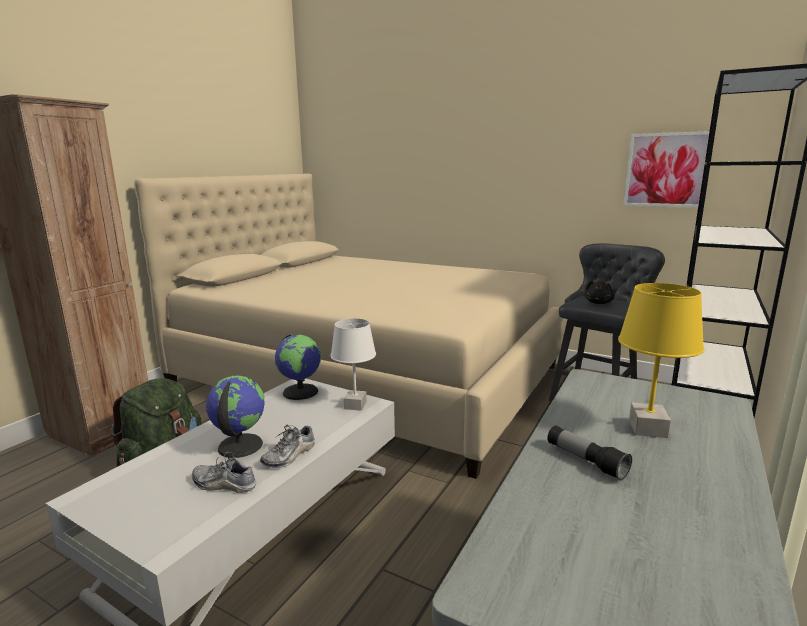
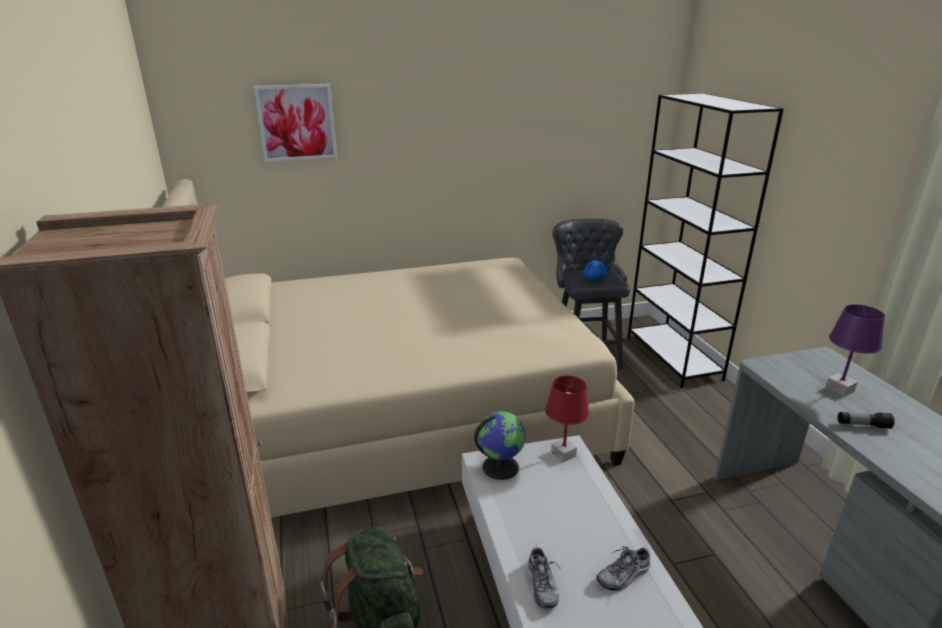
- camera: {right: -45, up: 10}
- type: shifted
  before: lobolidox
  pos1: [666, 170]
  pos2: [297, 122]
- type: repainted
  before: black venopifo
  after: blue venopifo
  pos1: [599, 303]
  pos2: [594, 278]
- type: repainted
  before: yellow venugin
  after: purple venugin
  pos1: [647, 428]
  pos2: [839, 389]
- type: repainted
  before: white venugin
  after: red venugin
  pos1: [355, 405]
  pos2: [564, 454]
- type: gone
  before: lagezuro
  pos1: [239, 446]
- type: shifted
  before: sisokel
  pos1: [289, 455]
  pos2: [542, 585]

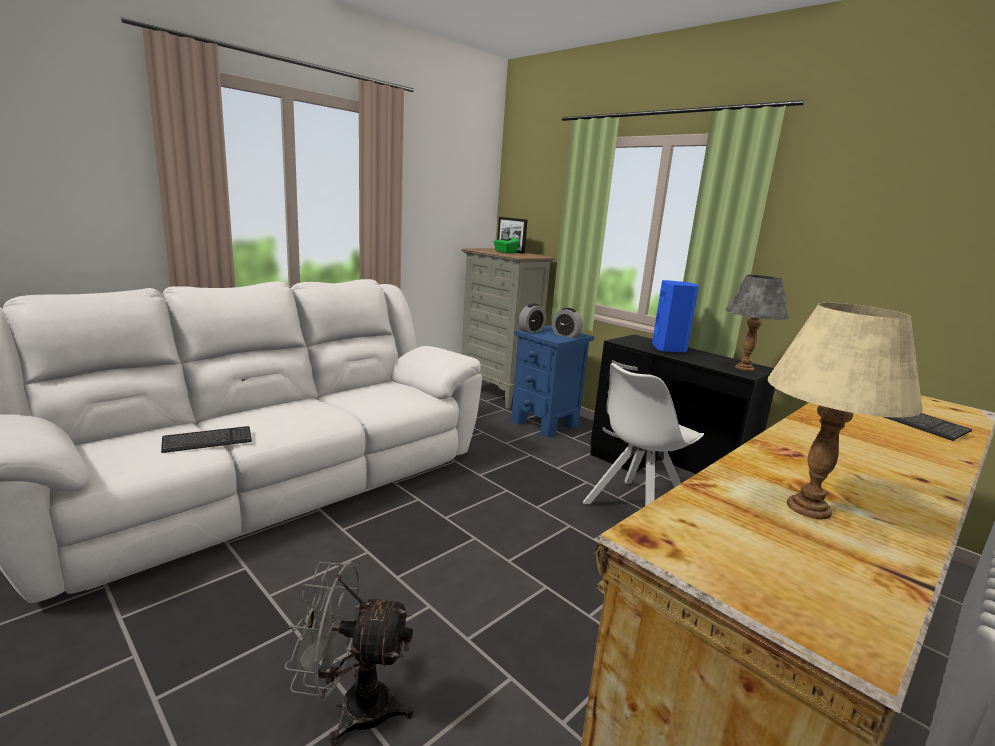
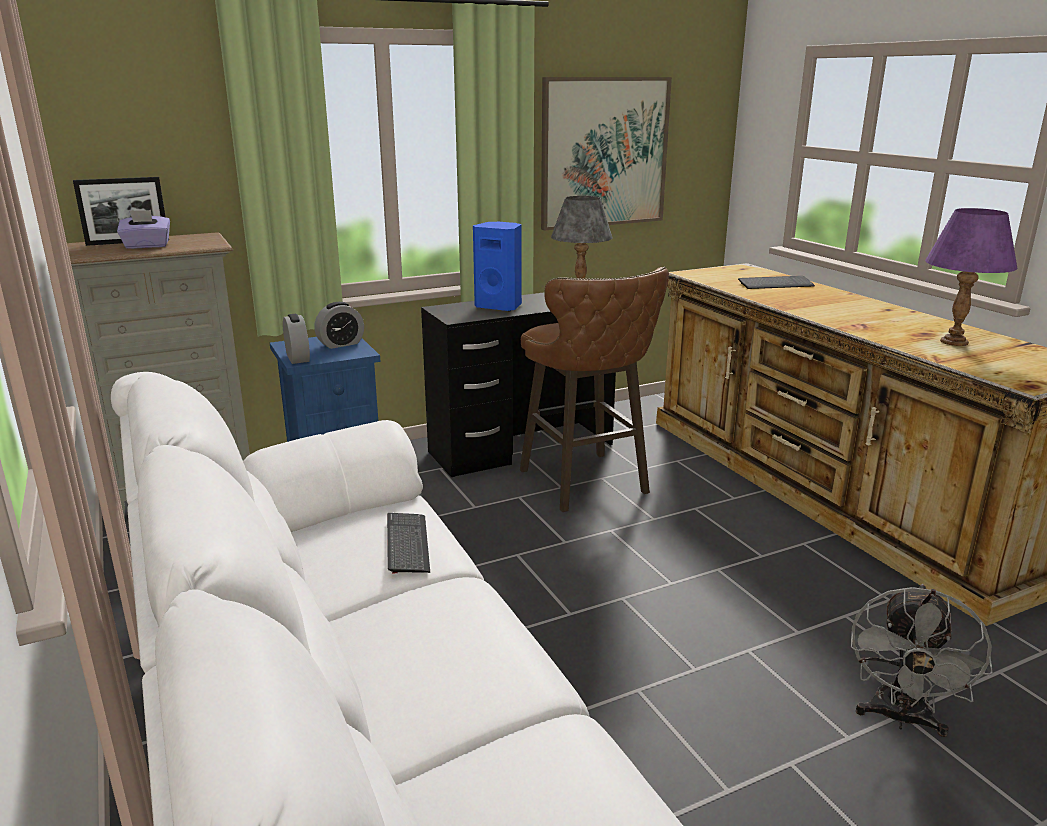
- camera: {right: -70, up: 5}
- type: repainted
  before: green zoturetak
  after: purple zoturetak
  pos1: [505, 252]
  pos2: [147, 246]
- type: repainted
  before: beige venugin
  after: purple venugin
  pos1: [809, 508]
  pos2: [953, 342]
- type: swapped
  before: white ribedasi
  after: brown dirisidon
  pos1: [635, 508]
  pos2: [586, 484]
- type: shifted
  before: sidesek
  pos1: [208, 441]
  pos2: [407, 544]
- type: new
  after: lobolidox
  pos2: [604, 153]

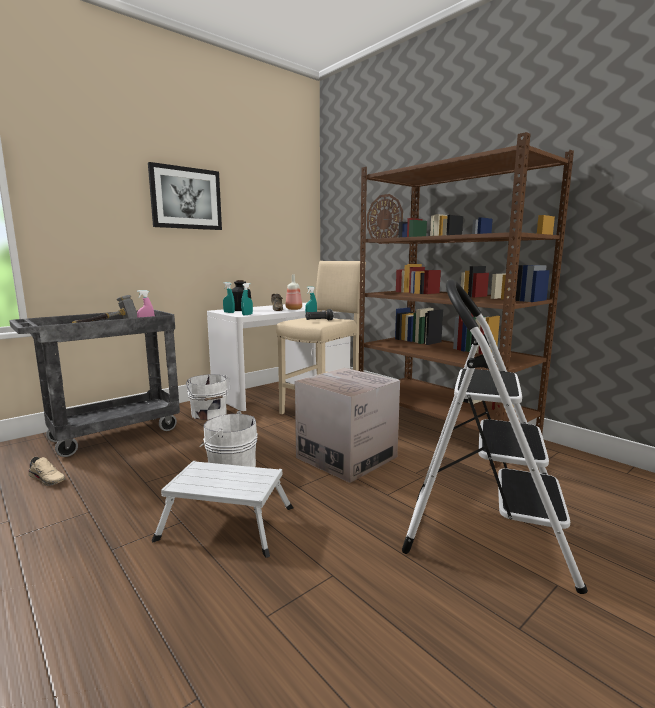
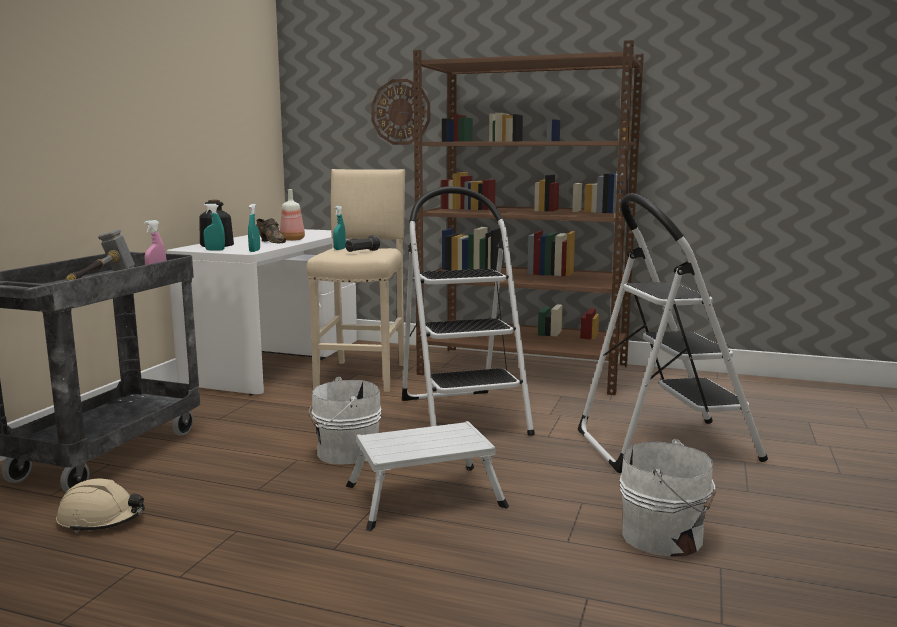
- camera: {right: -30, up: 0}
- type: gone
  before: lobolidox
  pos1: [186, 198]
- type: swapped
  before: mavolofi
  after: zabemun
  pos1: [346, 457]
  pos2: [463, 415]
- type: shifted
  before: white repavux
  pos1: [209, 414]
  pos2: [666, 537]
- type: swapped
  before: beige sisokel
  after: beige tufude
  pos1: [48, 479]
  pos2: [101, 519]

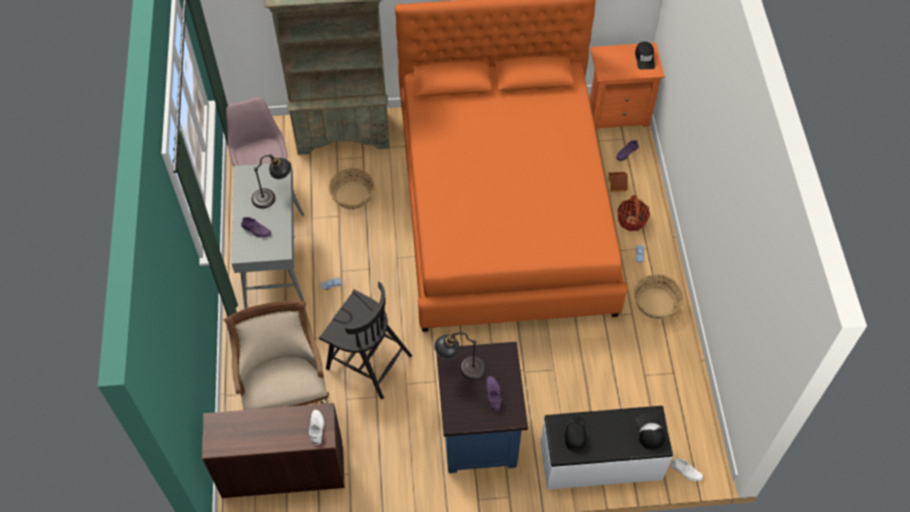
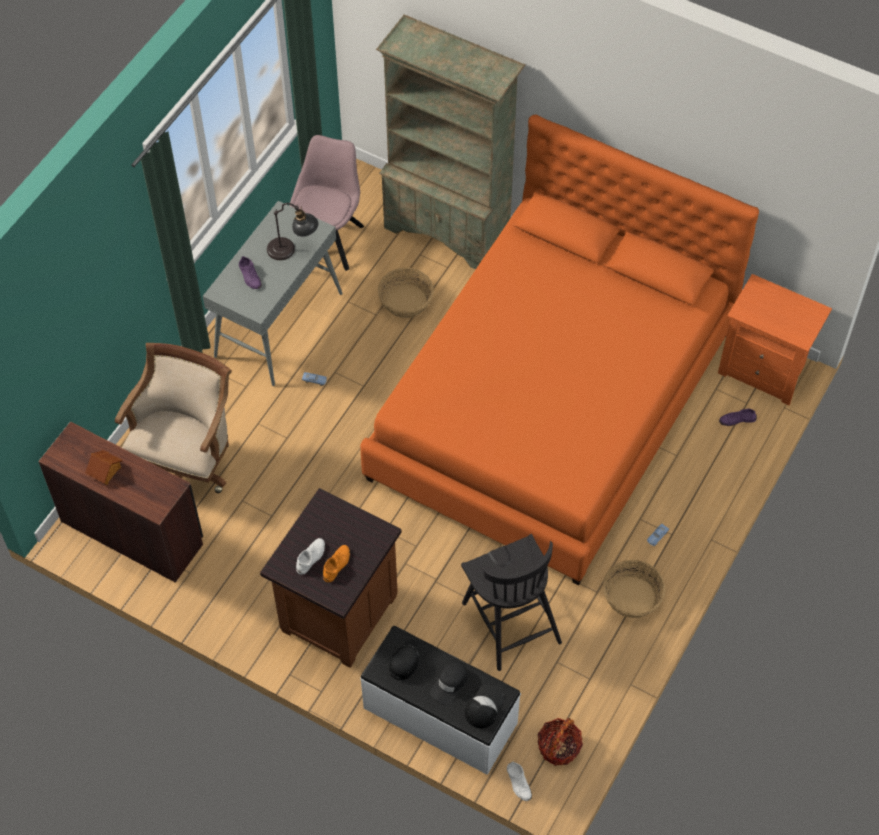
- camera: {right: 35, up: 0}
- type: shifted
  before: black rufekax
  pos1: [644, 58]
  pos2: [450, 683]
- type: shifted
  before: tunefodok
  pos1: [617, 184]
  pos2: [105, 471]
- type: shifted
  before: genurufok
  pos1: [631, 220]
  pos2: [559, 747]
- type: shifted
  before: black ribedasi
  pos1: [367, 361]
  pos2: [510, 620]
- type: gone
  before: grey venugin
  pos1: [461, 367]
- type: repainted
  before: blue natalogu
  after: brown natalogu
  pos1: [478, 438]
  pos2: [337, 616]
- type: repainted
  before: purple sisokel
  after: orange sisokel
  pos1: [493, 394]
  pos2: [336, 564]
- type: shifted
  before: white sisokel
  pos1: [316, 428]
  pos2: [311, 557]

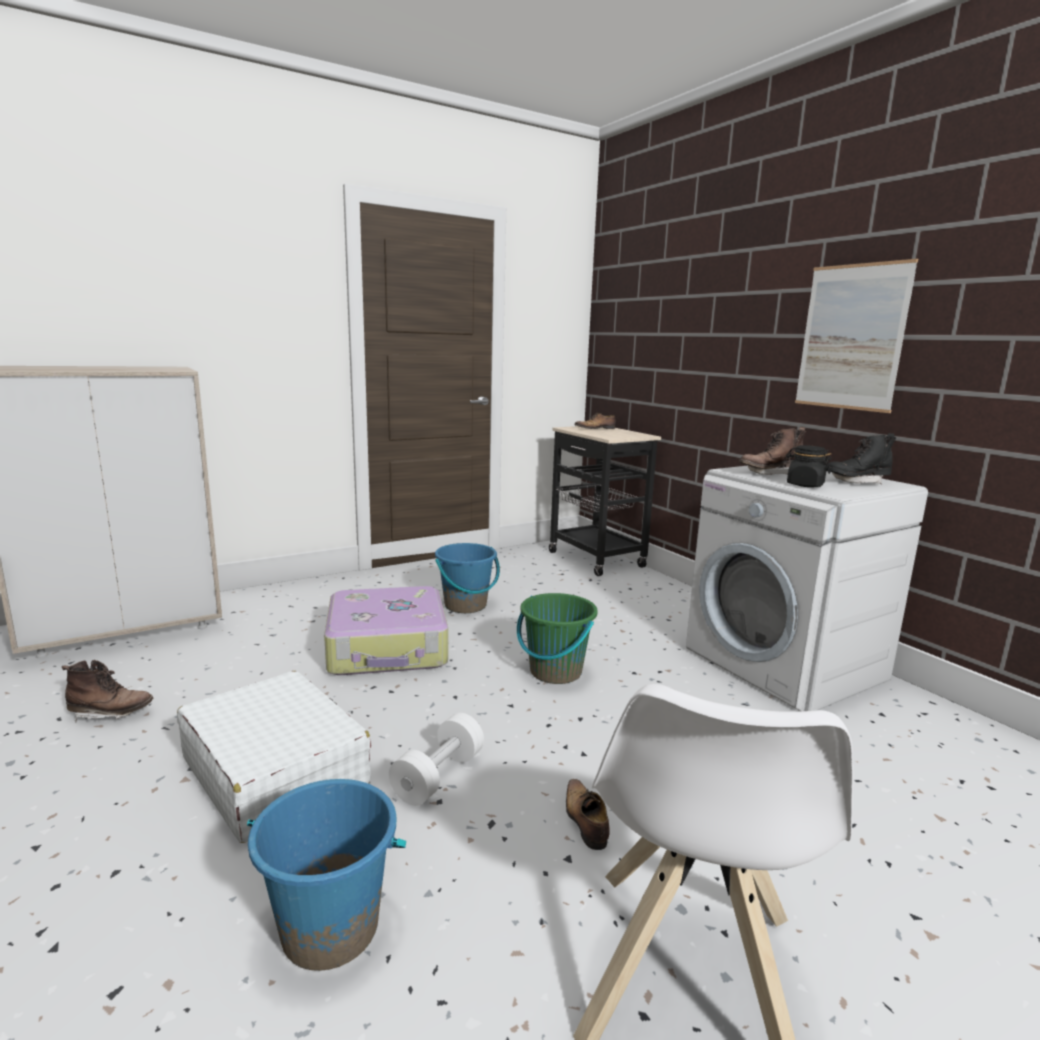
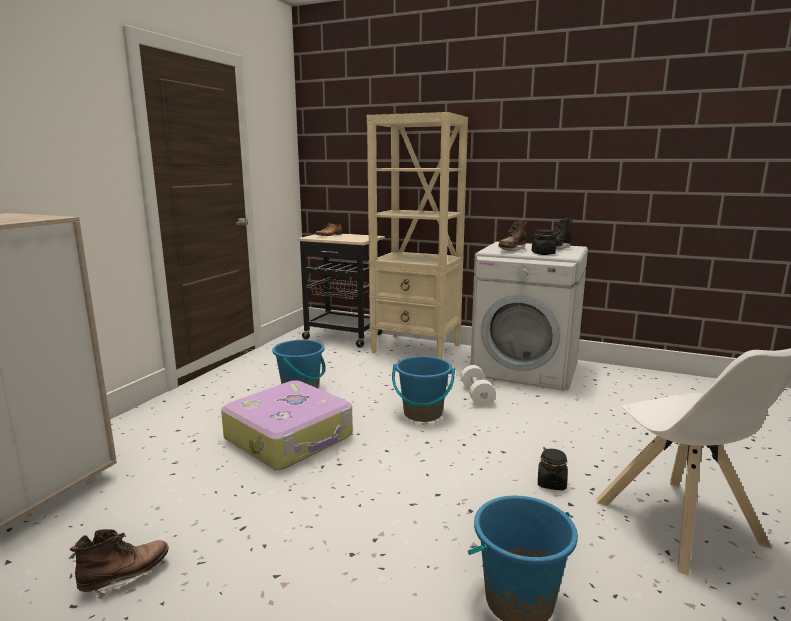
- camera: {right: -35, up: 0}
- type: gone
  before: lobolidox
  pos1: [851, 337]
- type: repainted
  before: green repavux
  after: blue repavux
  pos1: [555, 672]
  pos2: [422, 413]
- type: gone
  before: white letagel
  pos1: [275, 771]
- type: shifted
  before: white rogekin
  pos1: [438, 776]
  pos2: [477, 396]
- type: swapped
  before: sisokel
  after: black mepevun
  pos1: [585, 820]
  pos2: [551, 483]
- type: new
  after: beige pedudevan
  pos2: [417, 349]

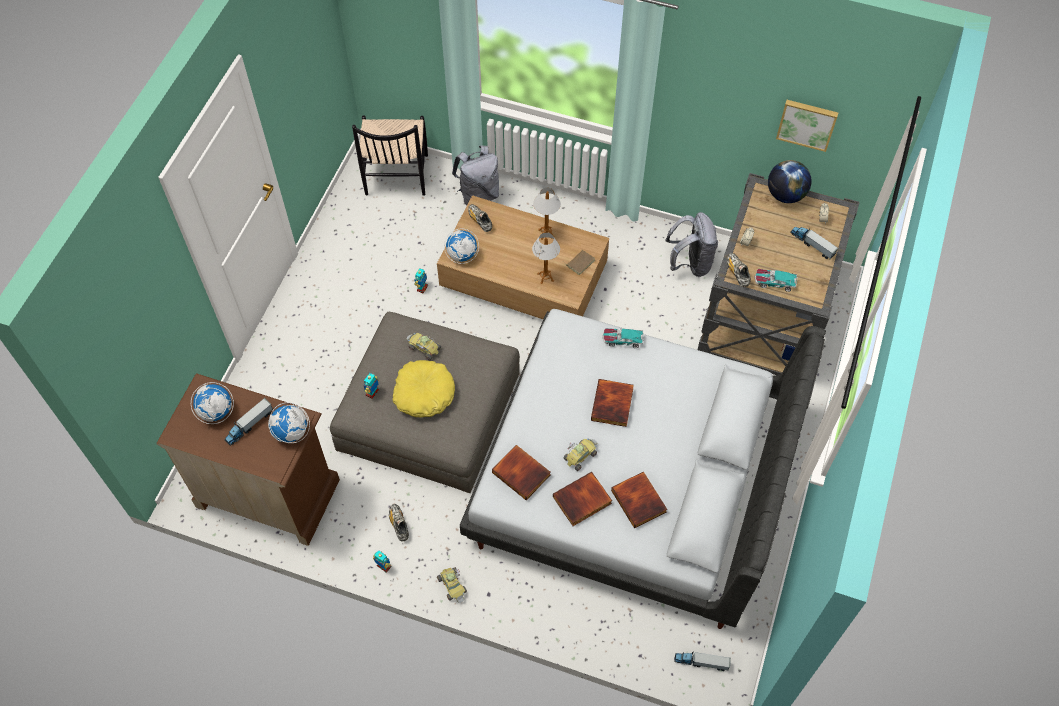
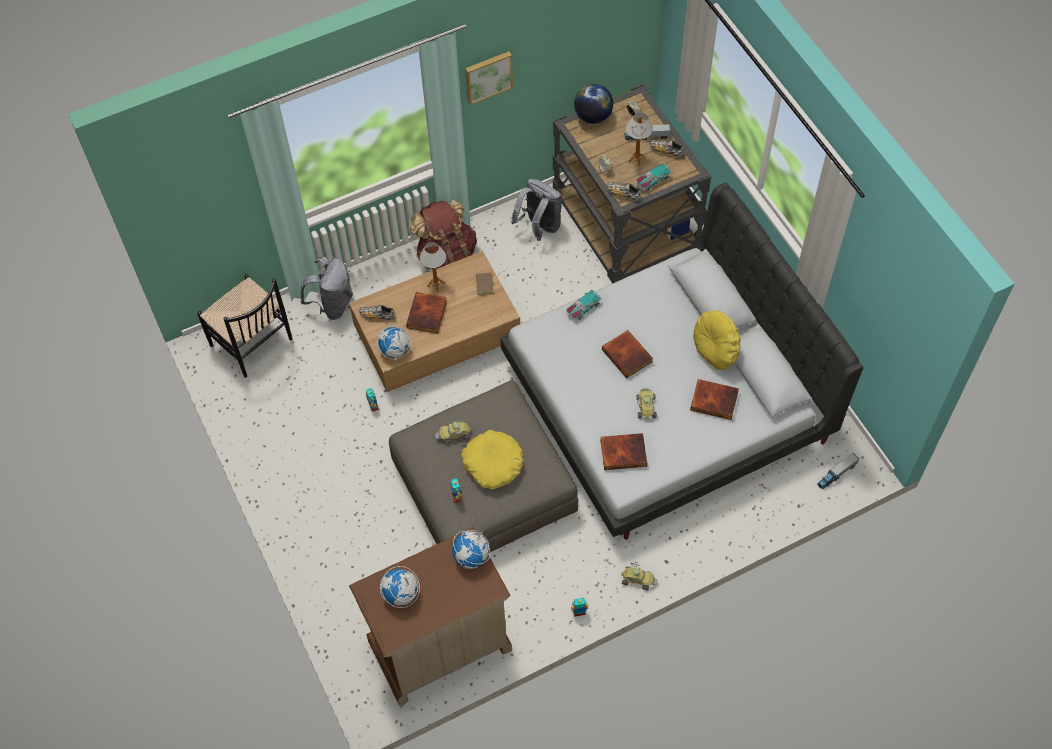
- camera: {right: -45, up: 0}
- type: shifted
  before: lobolidox
  pos1: [807, 123]
  pos2: [488, 76]
- type: shifted
  before: venugin
  pos1: [545, 277]
  pos2: [636, 160]
- type: gone
  before: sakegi
  pos1: [249, 425]
- type: shifted
  before: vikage
  pos1: [582, 501]
  pos2: [427, 314]
- type: shifted
  before: sisokel
  pos1: [399, 524]
  pos2: [666, 151]
- type: new
  after: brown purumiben
  pos2: [446, 254]
- type: new
  after: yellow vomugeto
  pos2: [714, 353]

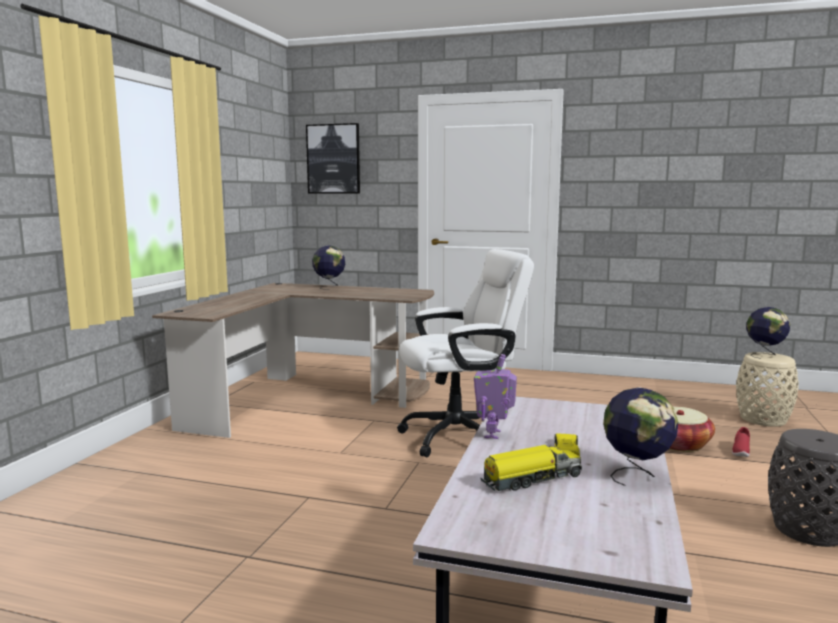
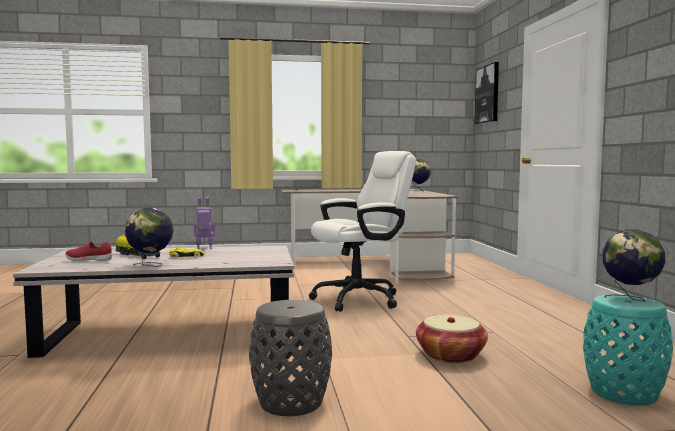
- camera: {right: 65, up: -5}
- type: rotated
  before: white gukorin
  pos1: [461, 436]
  pos2: [361, 299]
  turn: -75
- type: repainted
  before: beige dirisidon
  after: turquoise dirisidon
  pos1: [763, 419]
  pos2: [623, 393]
- type: shifted
  before: red sisokel
  pos1: [740, 451]
  pos2: [89, 261]

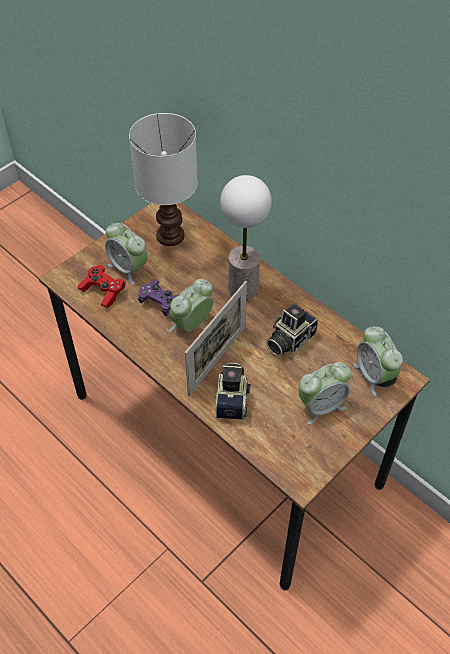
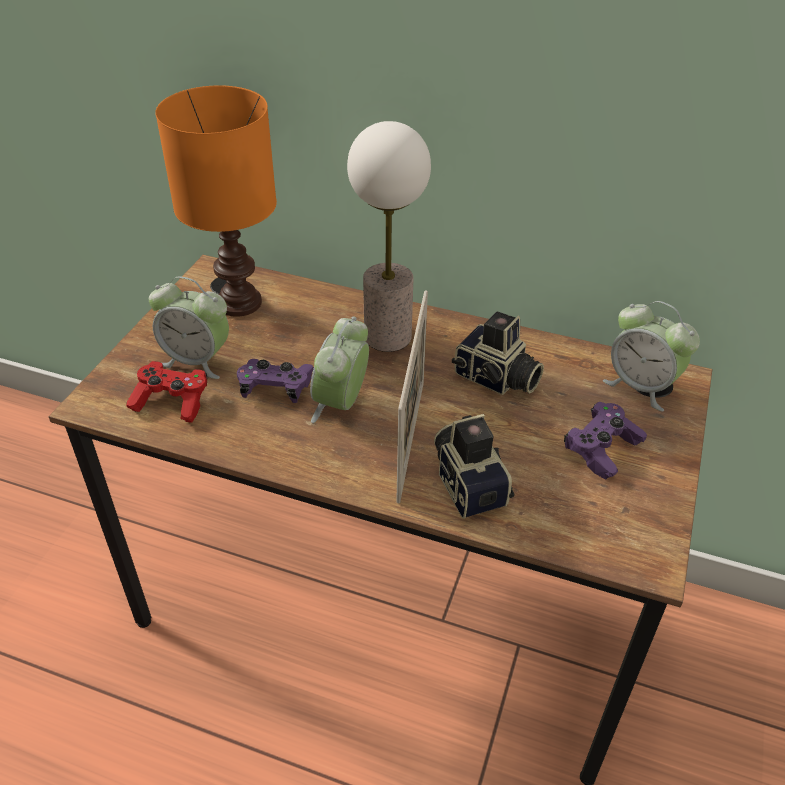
- camera: {right: -25, up: -10}
- type: repainted
  before: white venugin
  after: orange venugin
  pos1: [171, 236]
  pos2: [241, 302]
- type: rotated
  before: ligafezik
  pos1: [289, 339]
  pos2: [496, 379]
  turn: -75
- type: swapped
  before: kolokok
  after: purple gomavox
  pos1: [321, 406]
  pos2: [602, 449]

